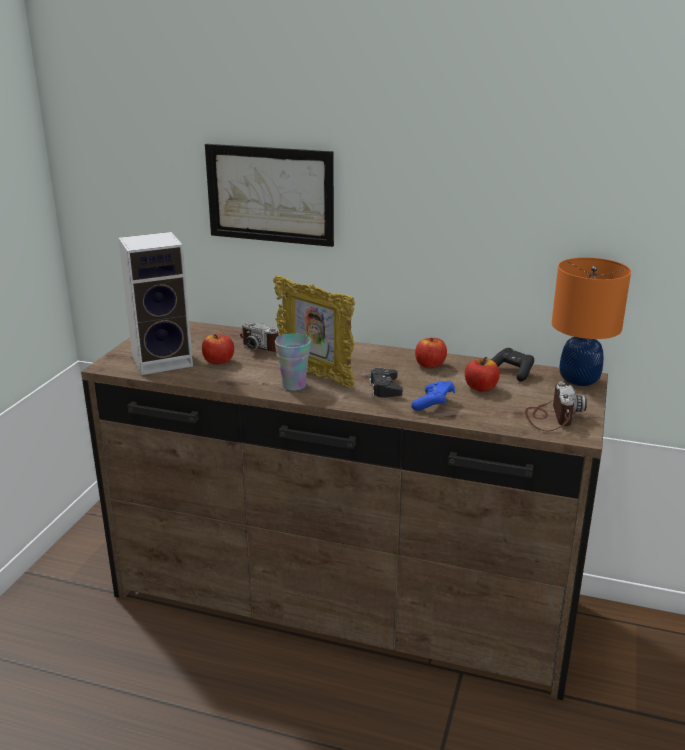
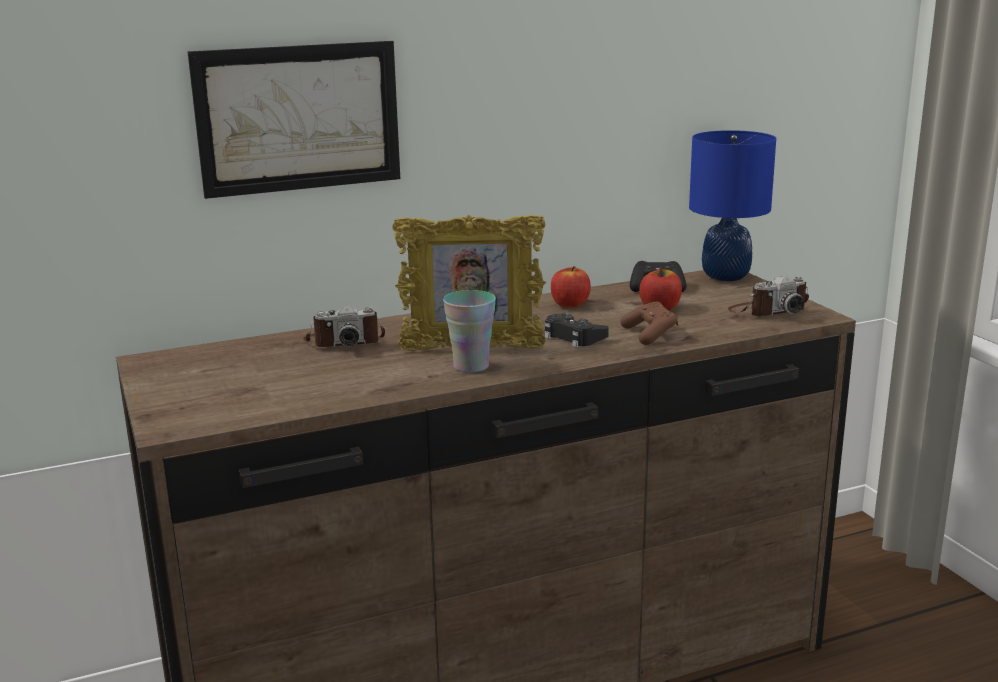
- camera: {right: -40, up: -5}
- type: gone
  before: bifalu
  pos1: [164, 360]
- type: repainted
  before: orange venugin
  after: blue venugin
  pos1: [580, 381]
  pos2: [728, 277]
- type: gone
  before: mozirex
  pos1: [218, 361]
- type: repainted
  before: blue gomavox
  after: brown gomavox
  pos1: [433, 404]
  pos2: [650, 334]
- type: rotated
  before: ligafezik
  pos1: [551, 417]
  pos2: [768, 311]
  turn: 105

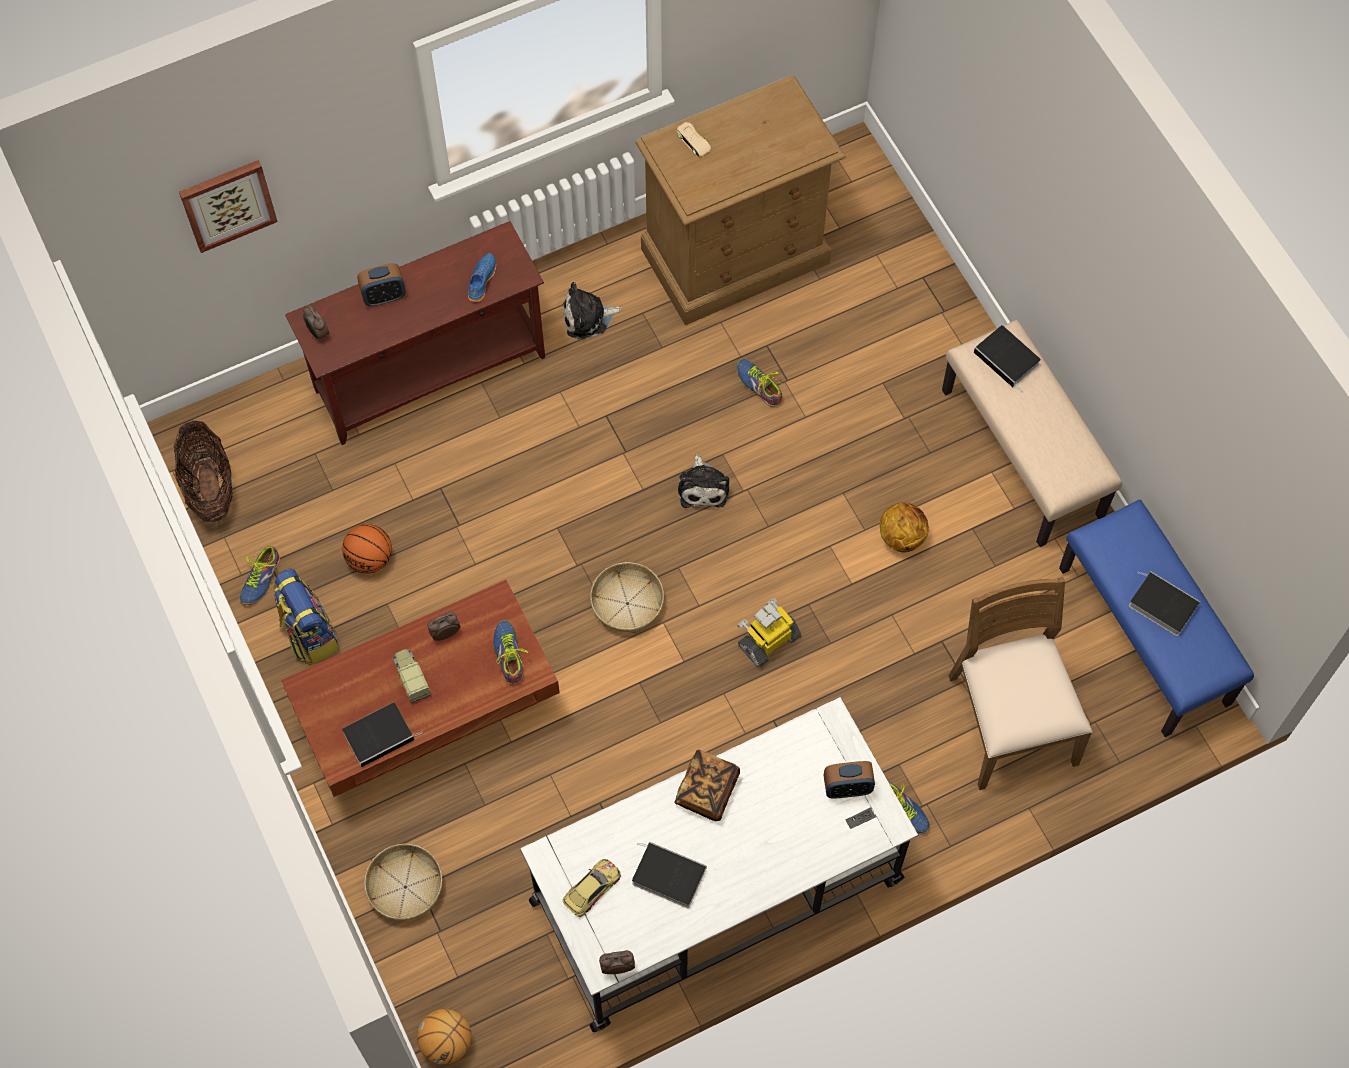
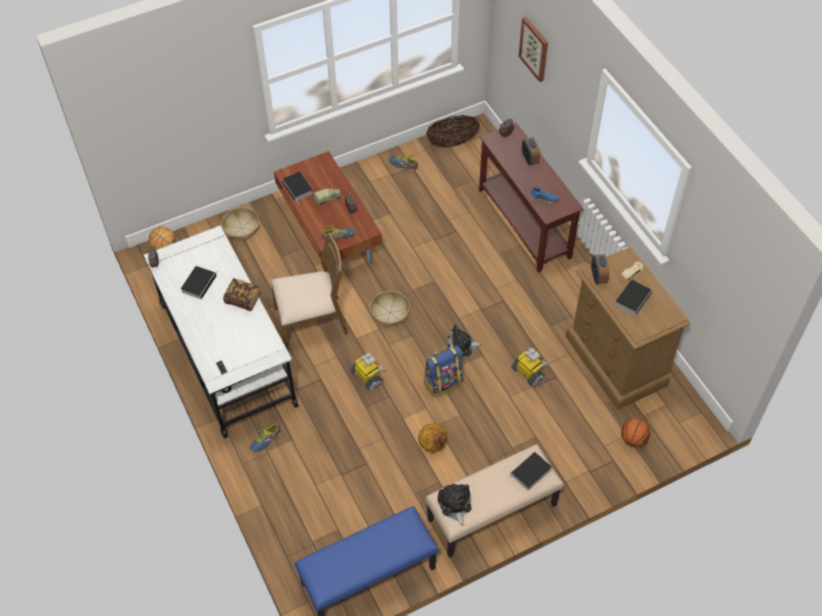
- camera: {right: 90, up: -10}
- type: shifted
  before: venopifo
  pos1: [588, 317]
  pos2: [454, 504]
- type: swapped
  before: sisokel
  after: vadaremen
  pos1: [758, 385]
  pos2: [528, 373]
- type: shifted
  before: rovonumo
  pos1: [370, 558]
  pos2: [633, 439]
- type: shifted
  before: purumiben
  pos1: [309, 634]
  pos2: [442, 382]
- type: shifted
  before: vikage
  pos1: [1161, 605]
  pos2: [633, 298]
- type: shifted
  before: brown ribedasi
  pos1: [1009, 719]
  pos2: [311, 322]
- type: shifted
  before: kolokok
  pos1: [847, 788]
  pos2: [598, 277]
- type: gone
  before: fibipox
  pos1: [592, 888]

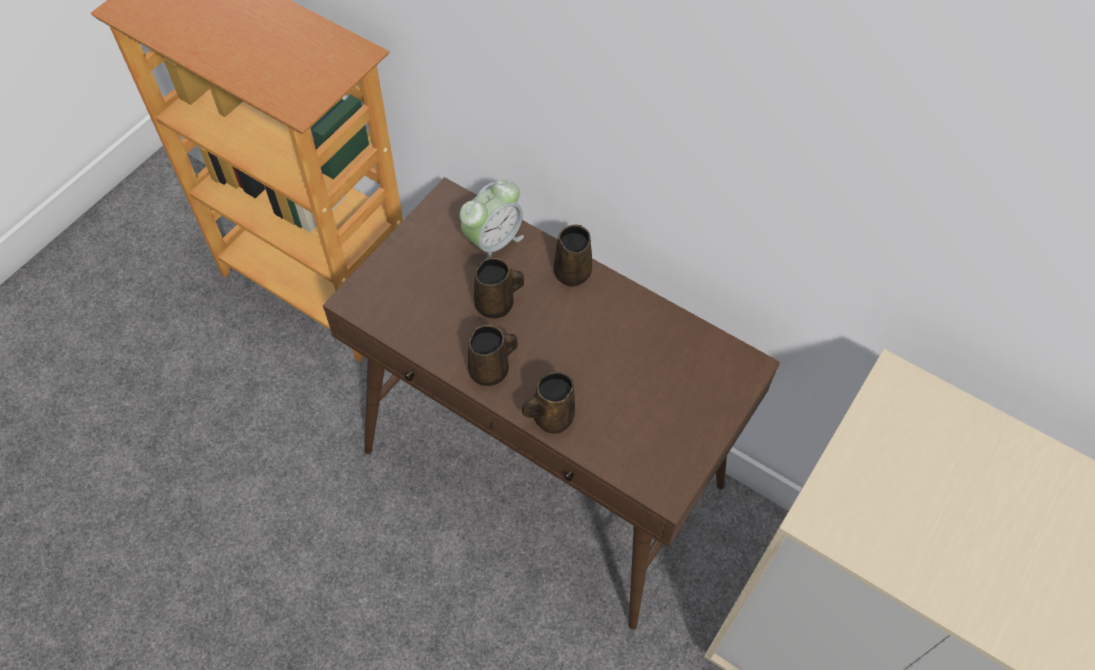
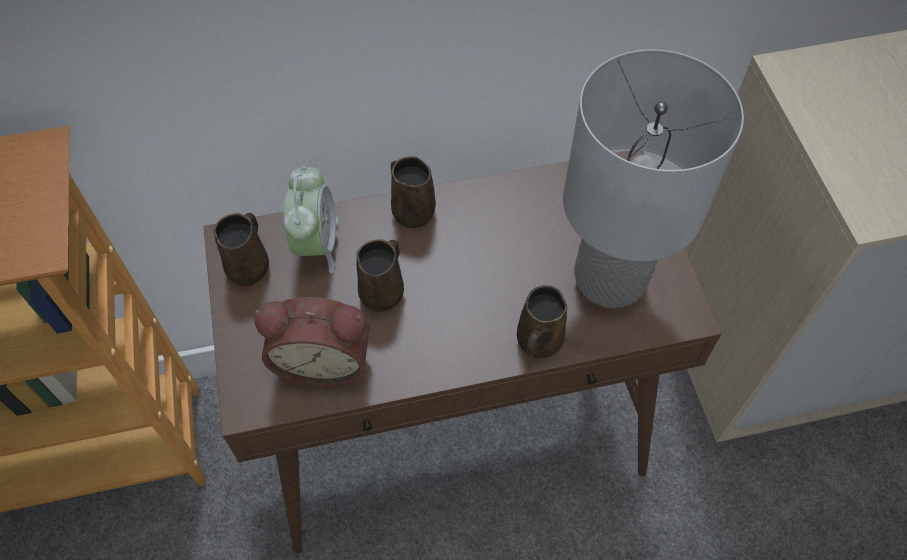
- camera: {right: -45, up: 0}
- type: shifted
  before: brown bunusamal
  pos1: [491, 370]
  pos2: [249, 267]
- type: new
  after: grey venugin
  pos2: [609, 282]
- type: new
  after: kolokok
  pos2: [324, 359]

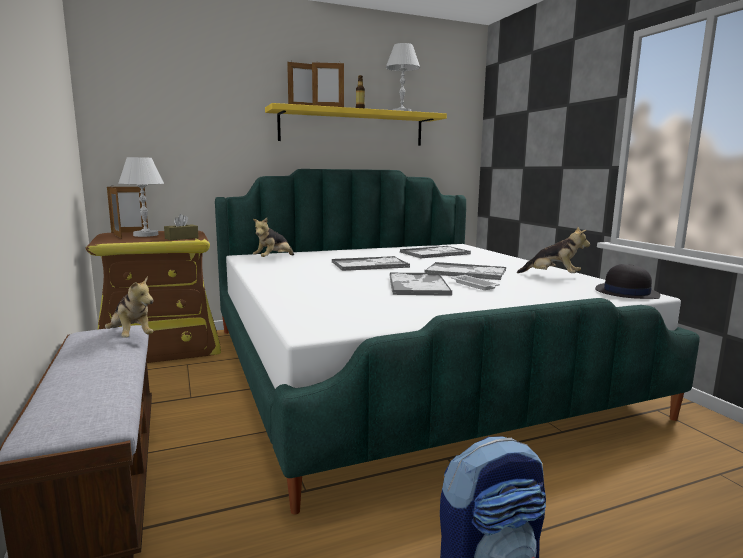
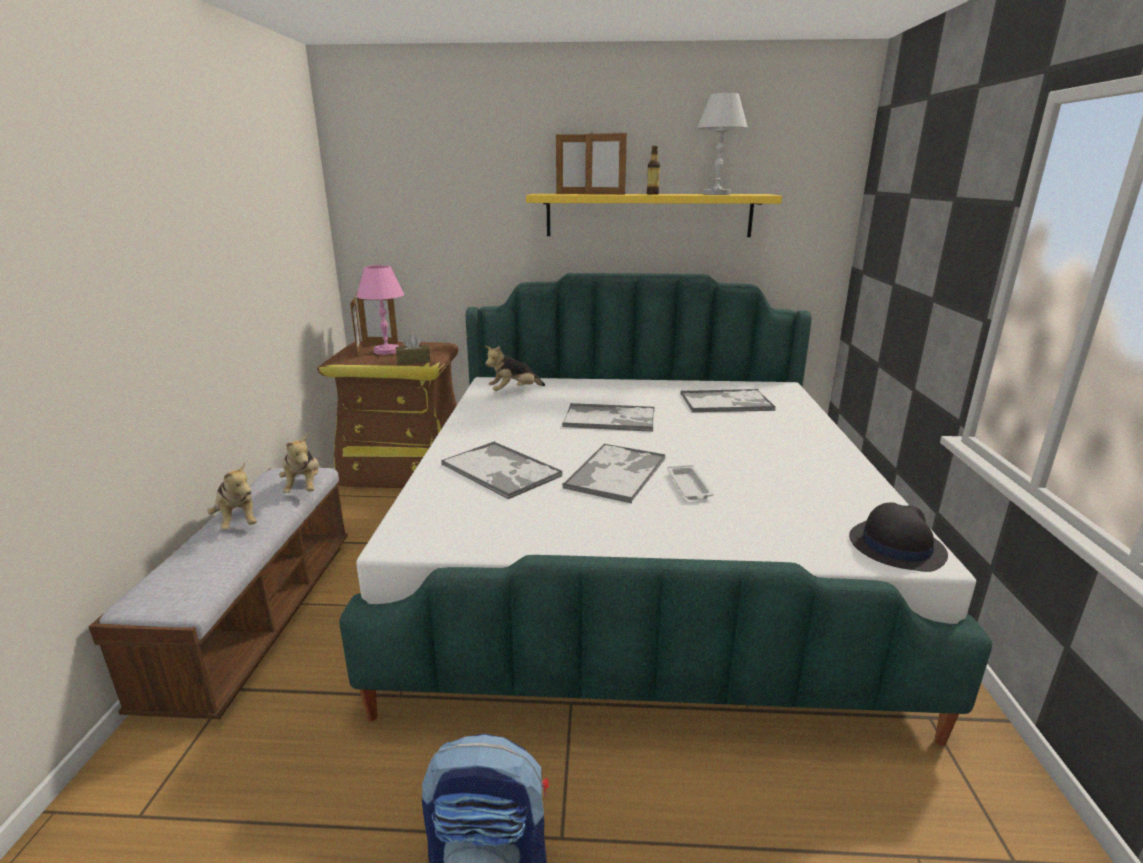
- camera: {right: 25, up: 10}
- type: repainted
  before: white venugin
  after: pink venugin
  pos1: [146, 235]
  pos2: [387, 351]
- type: shifted
  before: venopifo
  pos1: [552, 276]
  pos2: [238, 521]
- type: shifted
  before: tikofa
  pos1: [466, 272]
  pos2: [501, 471]

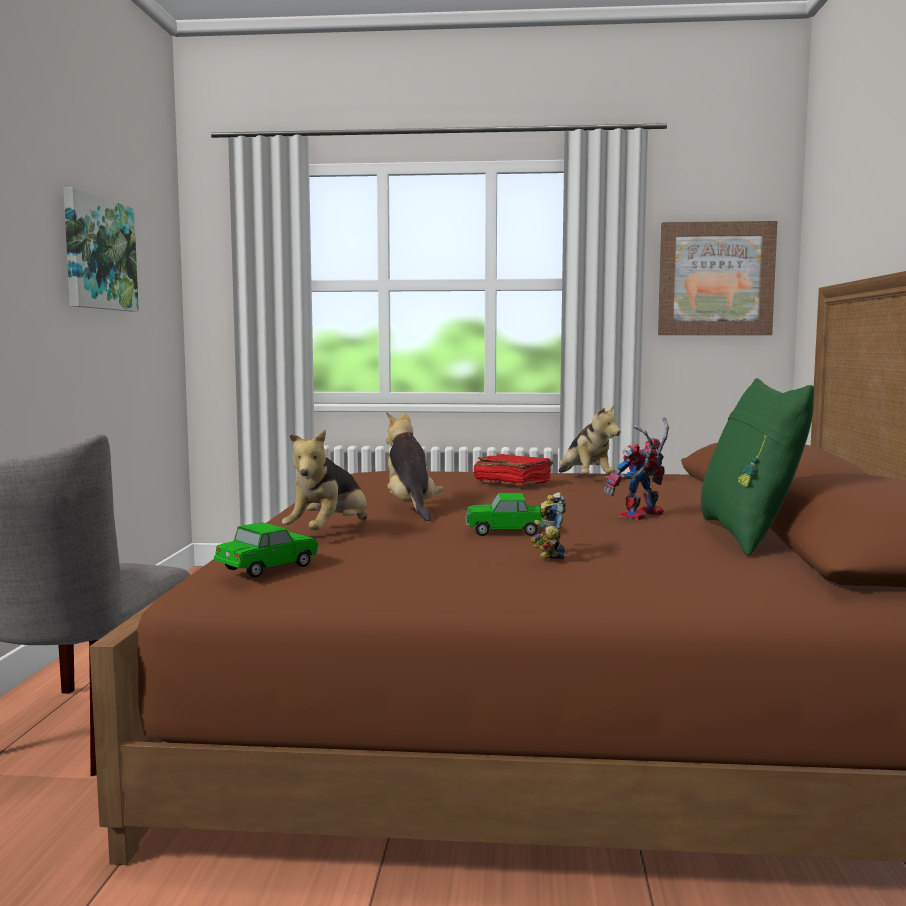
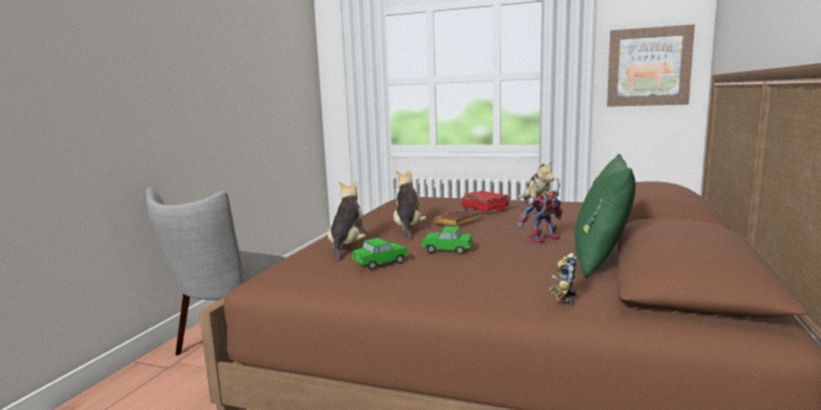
- camera: {right: 15, up: 5}
- type: gone
  before: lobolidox
  pos1: [98, 254]
- type: rotated
  before: venopifo
  pos1: [329, 533]
  pos2: [348, 247]
  turn: 150
- type: shifted
  before: vadaremen
  pos1: [548, 554]
  pos2: [563, 297]
- type: shifted
  before: fibipox
  pos1: [268, 568]
  pos2: [380, 263]
- type: new
  after: brown vikage
  pos2: [457, 223]

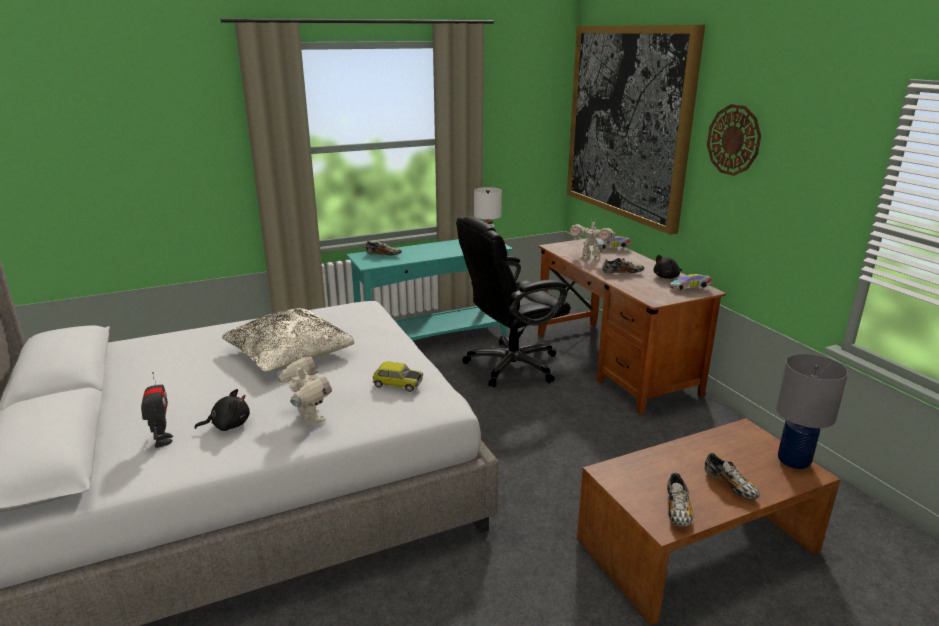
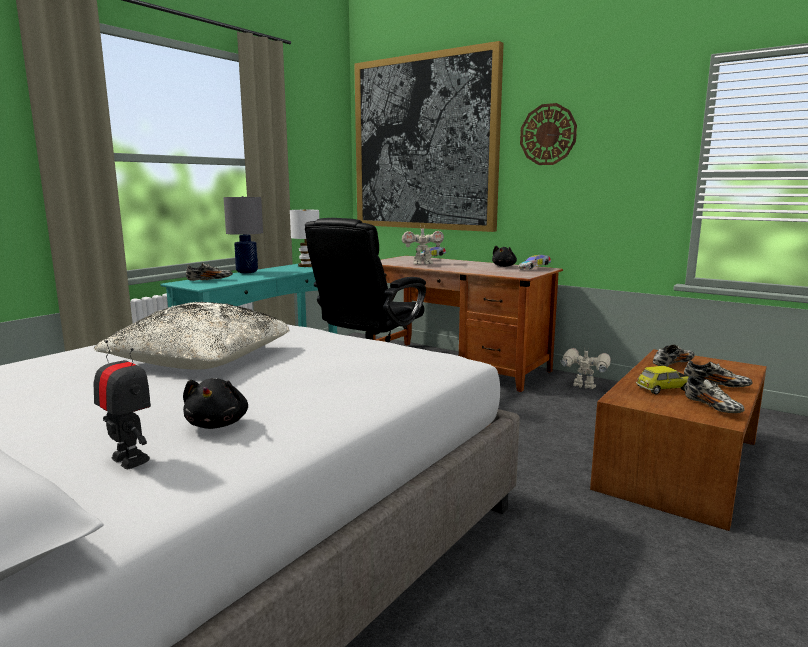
- camera: {right: -30, up: -10}
- type: shifted
  before: sisokel
  pos1: [622, 273]
  pos2: [673, 364]
- type: shifted
  before: grey venugin
  pos1: [794, 463]
  pos2: [247, 272]
- type: shifted
  before: vadaremen
  pos1: [308, 418]
  pos2: [583, 387]
- type: shifted
  before: fibipox
  pos1: [397, 384]
  pos2: [663, 389]
- type: rotated
  before: black venopifo
  pos1: [228, 425]
  pos2: [218, 424]
  turn: 135

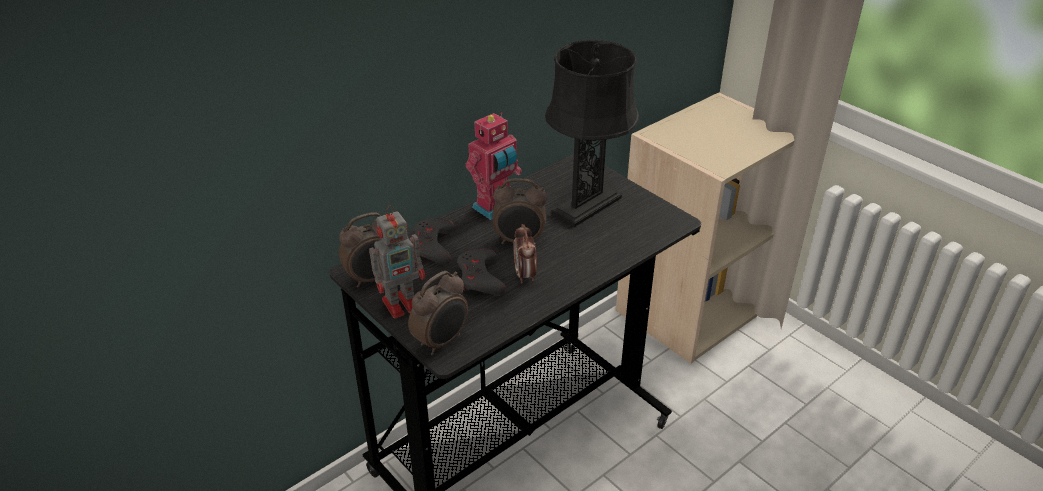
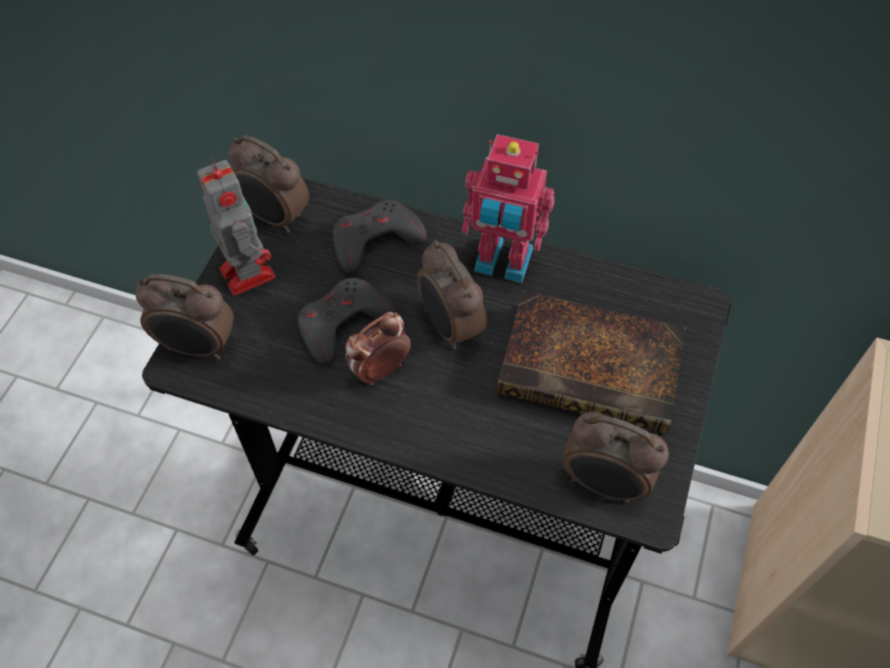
- camera: {right: 60, up: 20}
- type: swapped
  before: black venugin
  after: vikage
  pos1: [587, 205]
  pos2: [595, 367]
- type: rotated
  before: vadaremen
  pos1: [402, 303]
  pos2: [246, 271]
  turn: -150
- type: new
  after: kolokok
  pos2: [604, 483]

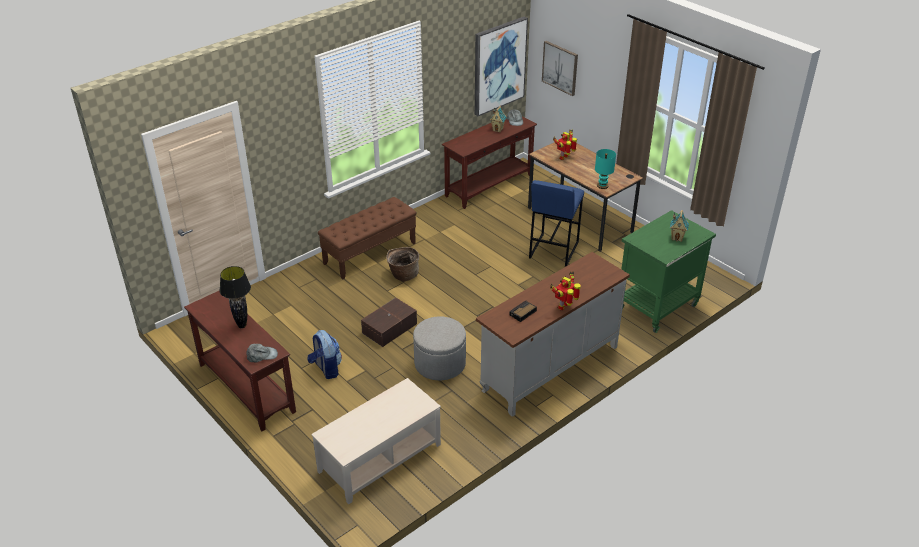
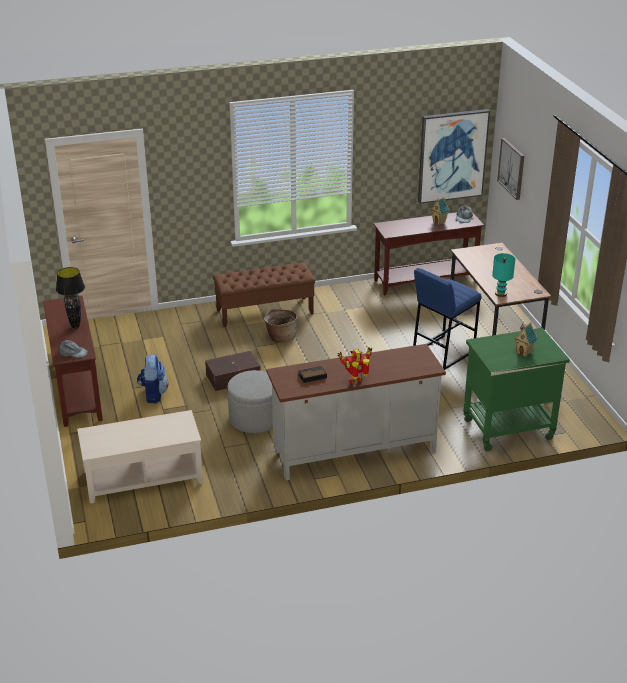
- camera: {right: 25, up: -5}
- type: gone
  before: vadaremen
  pos1: [564, 157]

